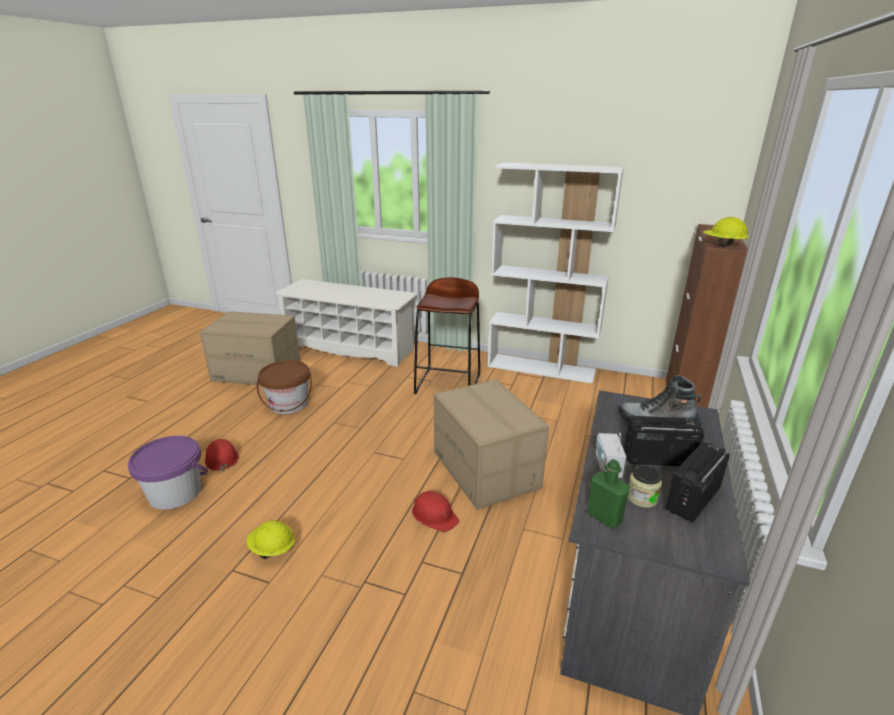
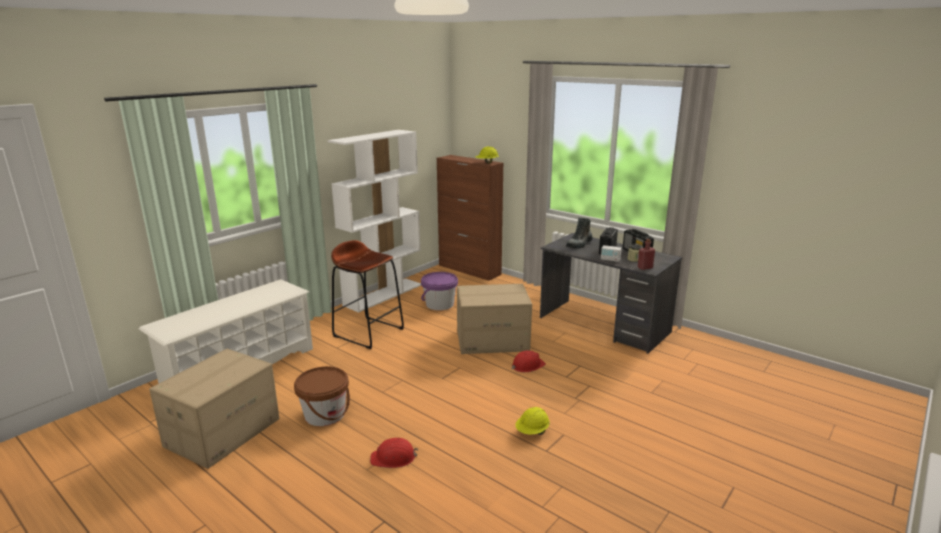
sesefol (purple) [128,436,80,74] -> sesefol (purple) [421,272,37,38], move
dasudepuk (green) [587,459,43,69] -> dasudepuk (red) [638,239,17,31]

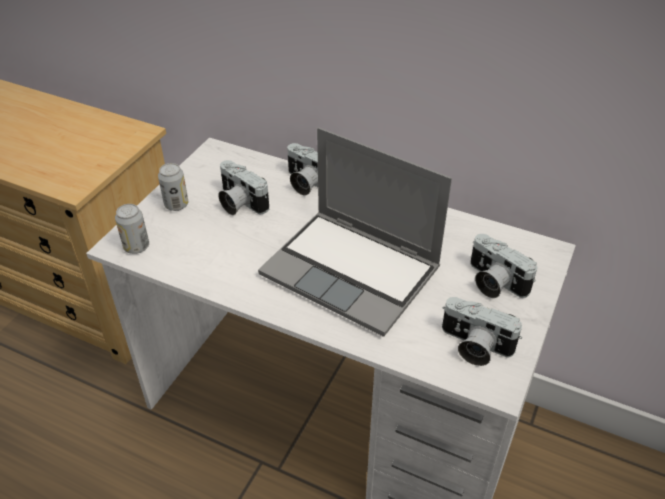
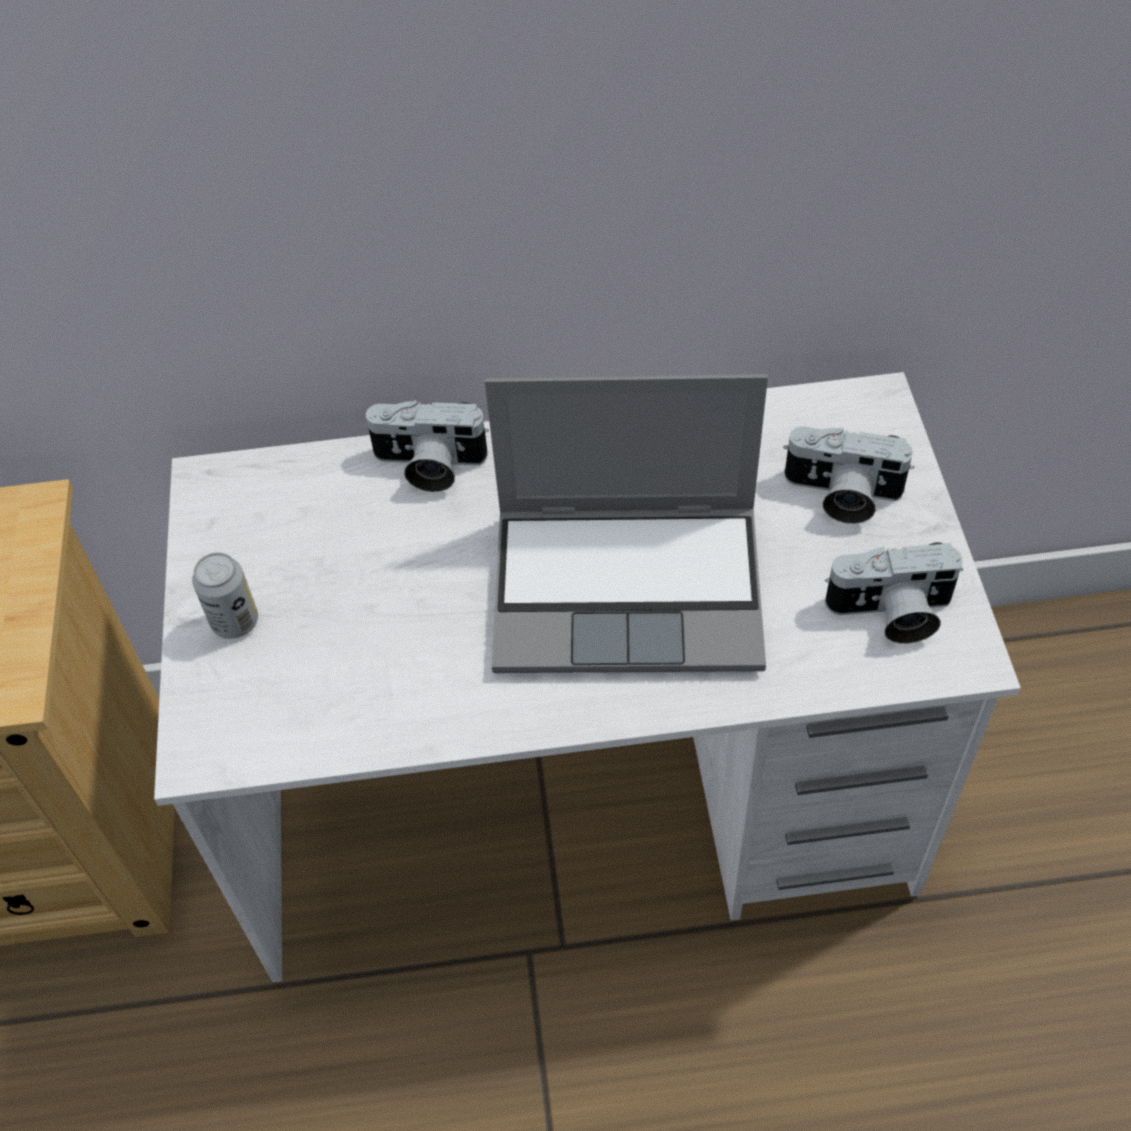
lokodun [218,160,51,55] -> none
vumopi [115,204,34,50] -> none

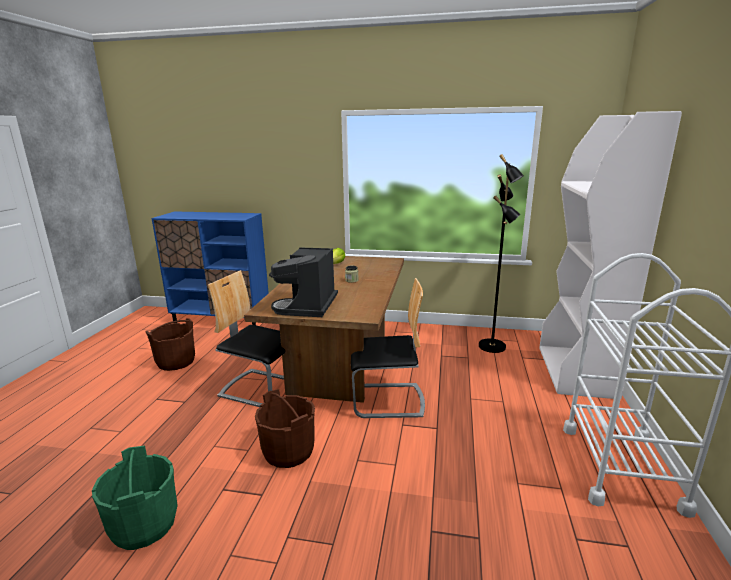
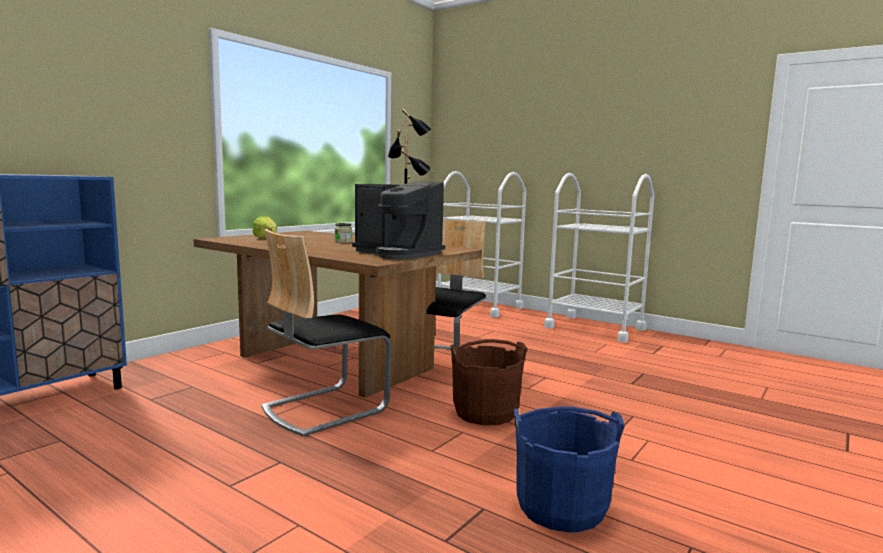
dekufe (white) [539,111,143,288] -> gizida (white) [438,171,88,146]
sesefol (brown) [145,318,50,53] -> none
sesefol (green) [92,446,86,104] -> sesefol (blue) [514,406,111,126]

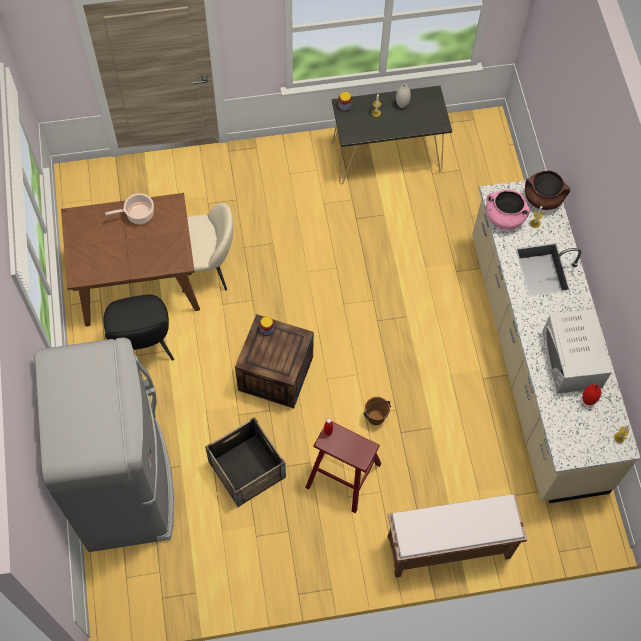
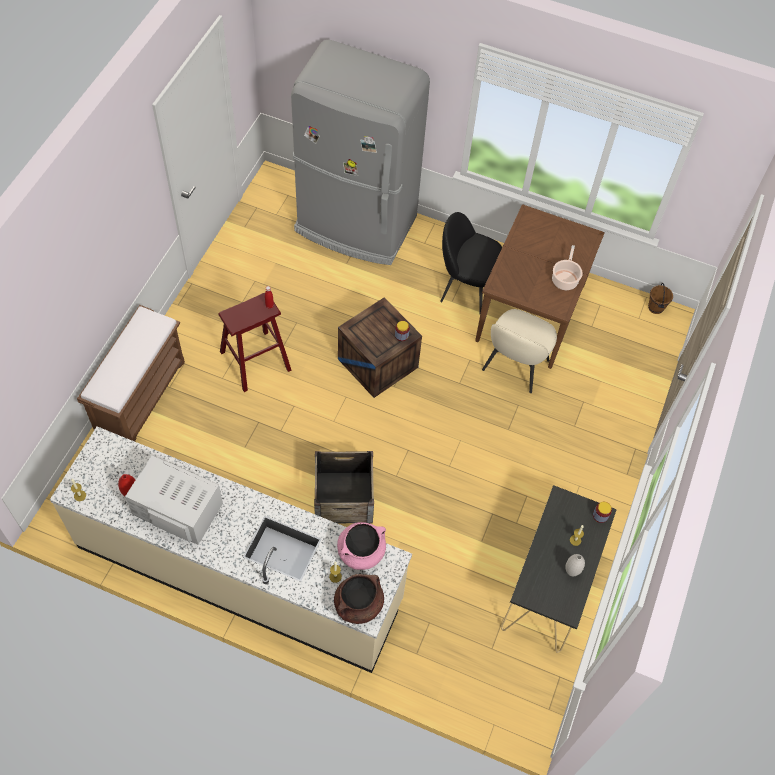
sesefol (brown) [363,397,28,28] -> sesefol (brown) [648,283,25,31], move
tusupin [205,417,81,90] -> tusupin [314,451,60,72], move

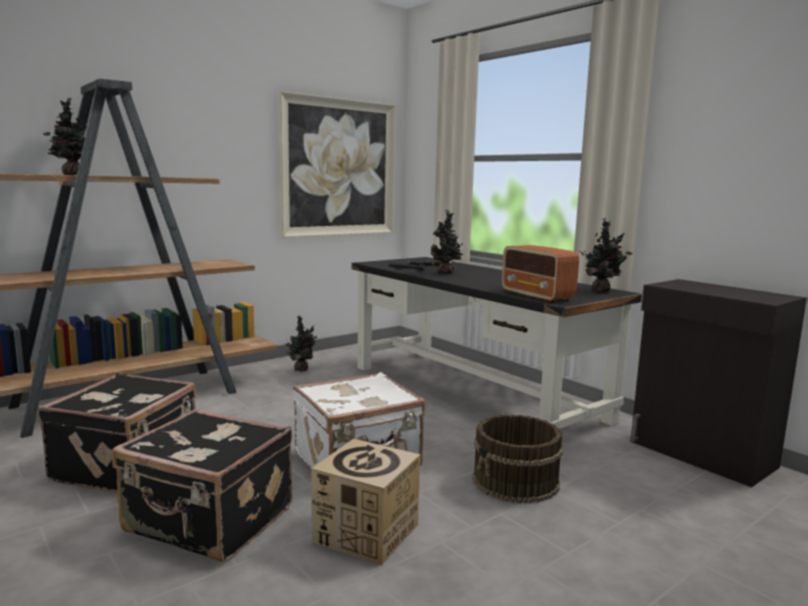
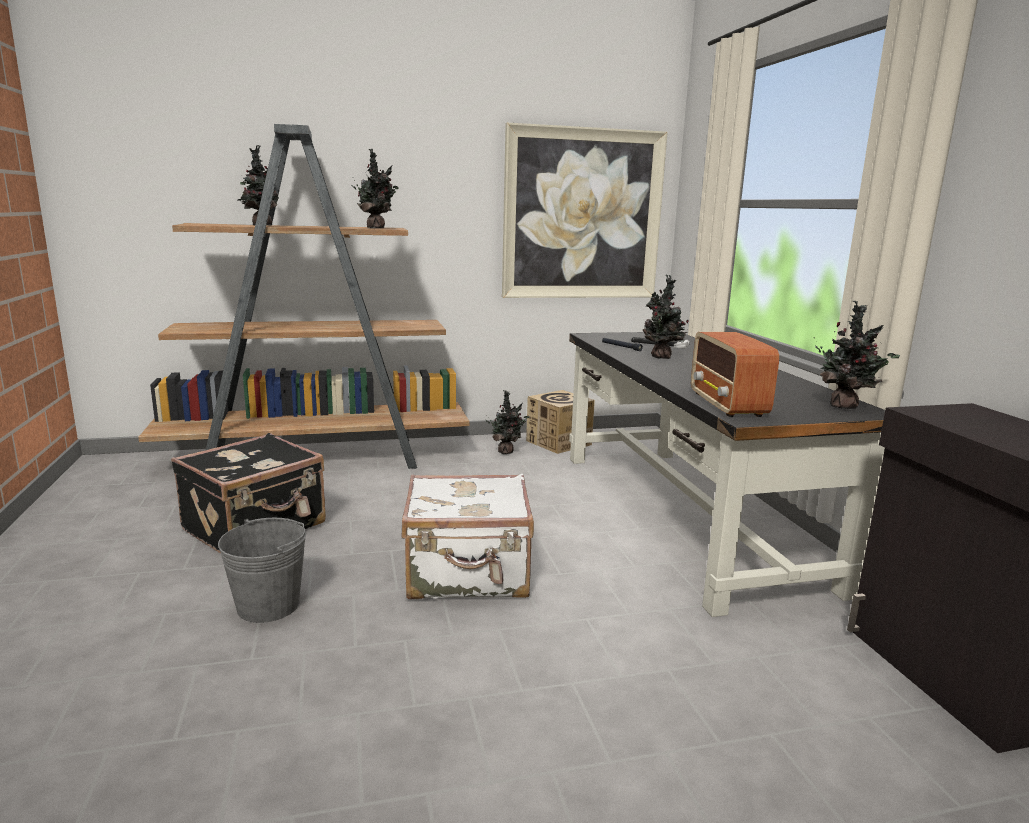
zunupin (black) [112,409,181,153] -> sesefol (grey) [218,518,88,105]
sesefol (brown) [472,414,91,90] -> none
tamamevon [311,439,109,126] -> tamamevon [526,390,69,64], move
none -> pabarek [351,149,48,79]

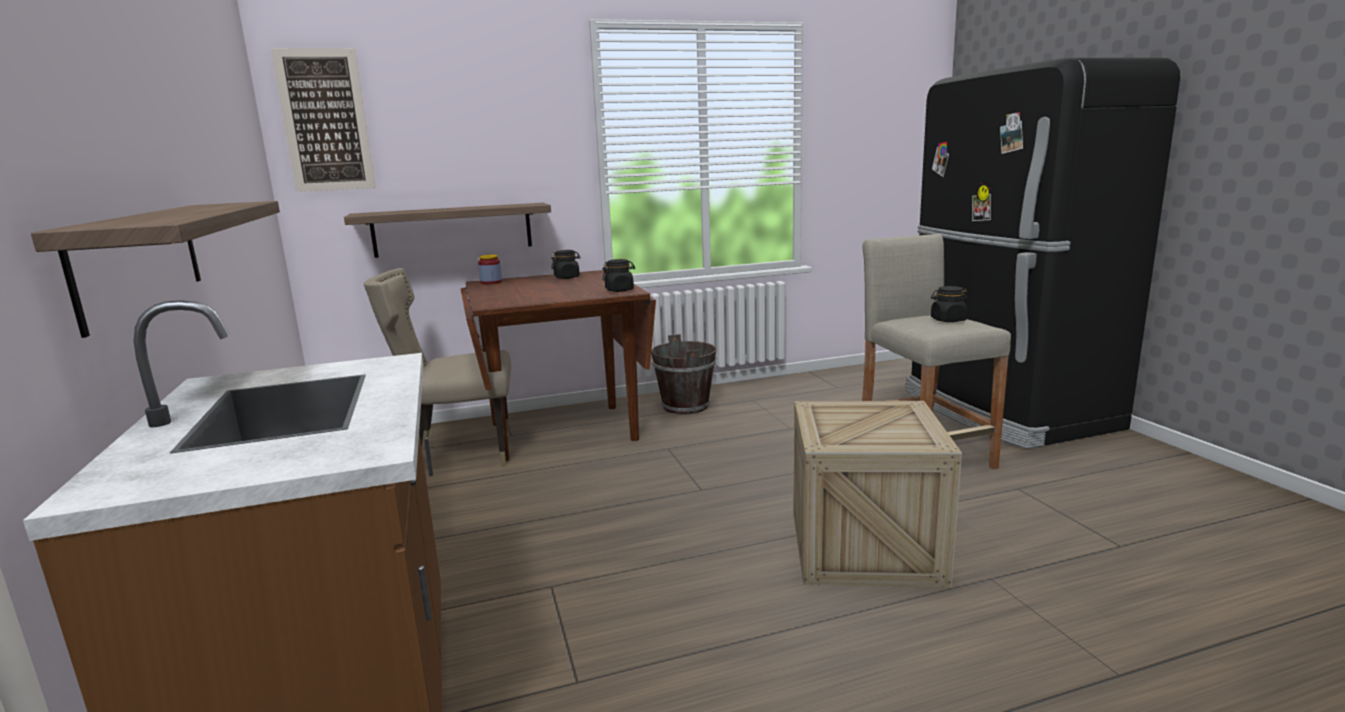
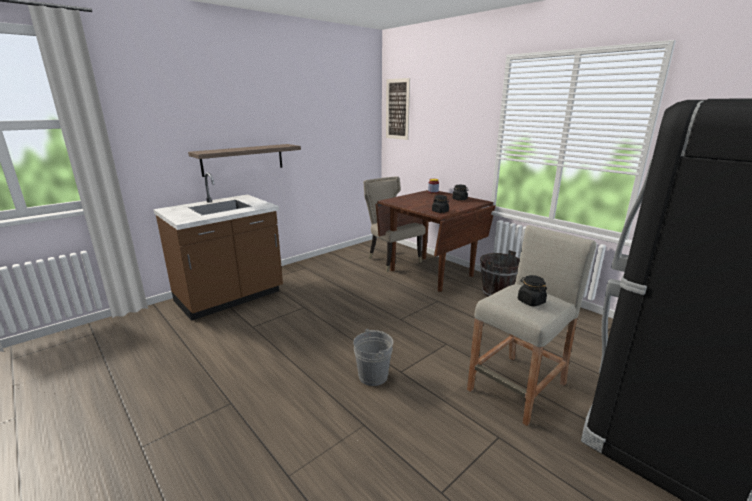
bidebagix [344,203,207,55] -> none
tusupin [793,401,169,187] -> sesefol (grey) [353,329,40,57]

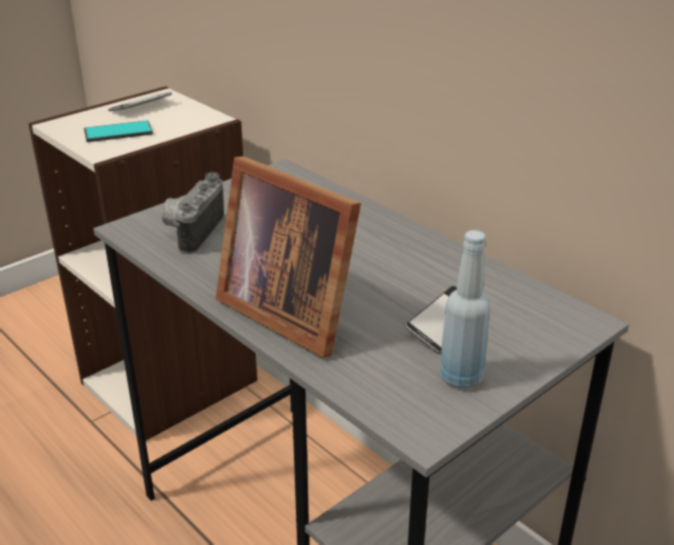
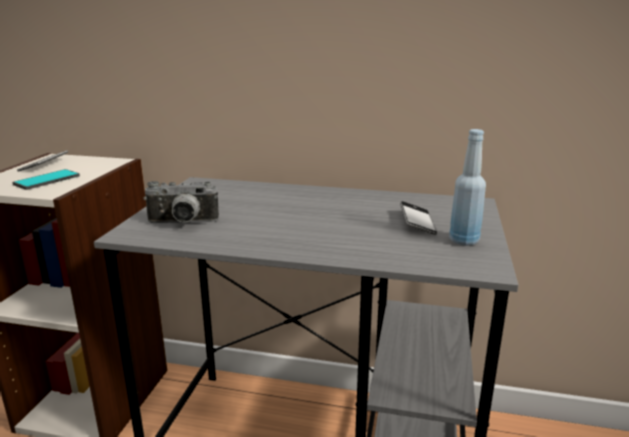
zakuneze [215,156,146,202] -> none
lokodun [162,172,62,82] -> lokodun [143,181,76,42], 75 degrees counterclockwise

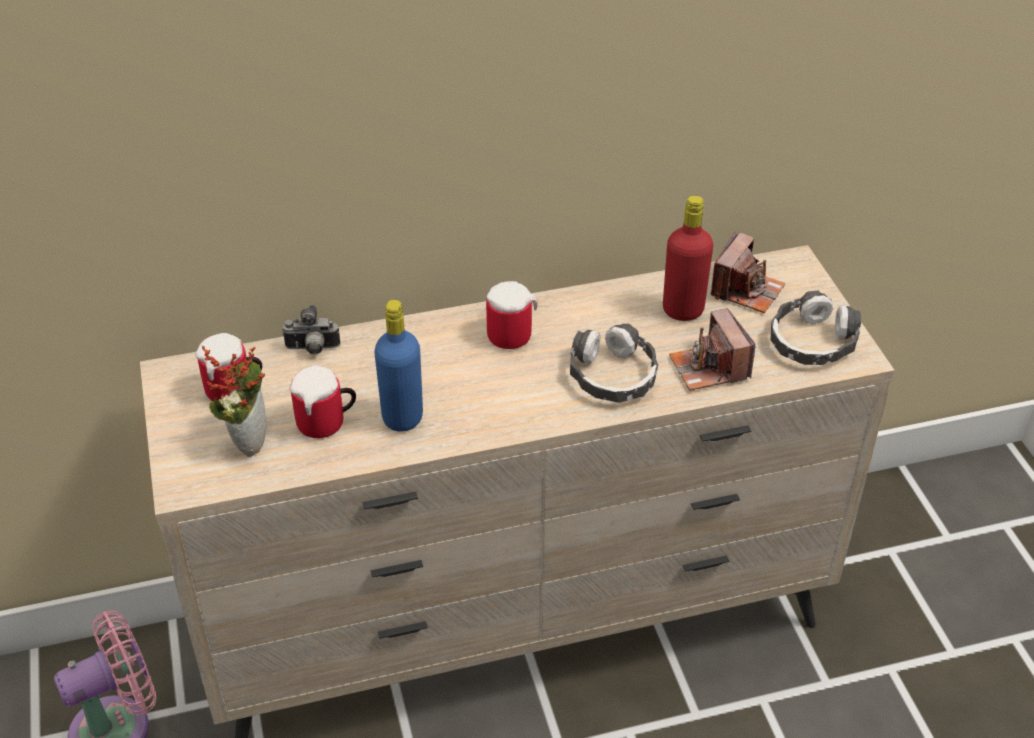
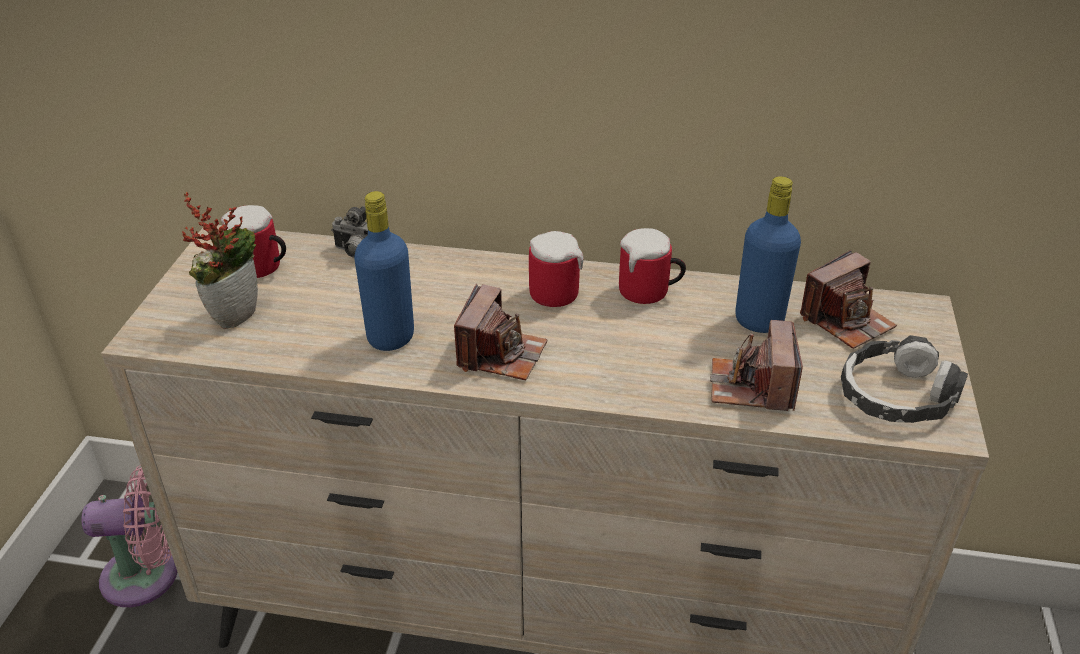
dasudepuk (red) [663,196,50,125] -> dasudepuk (blue) [735,176,66,157]
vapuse [570,324,88,79] -> none
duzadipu [290,365,66,73] -> duzadipu [619,228,67,76], move
none -> lokodun [454,284,94,96]

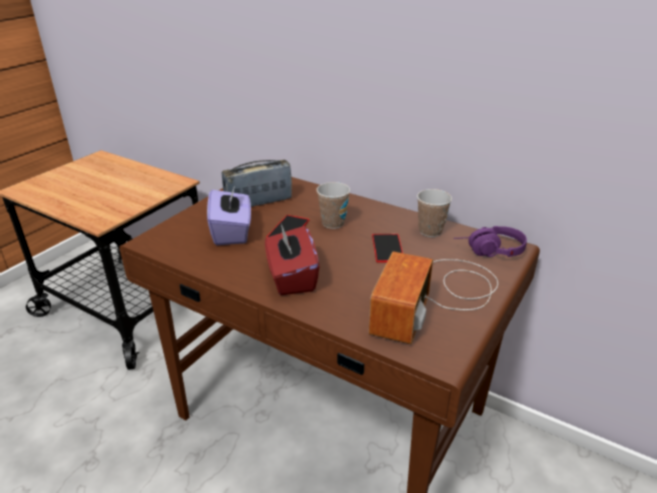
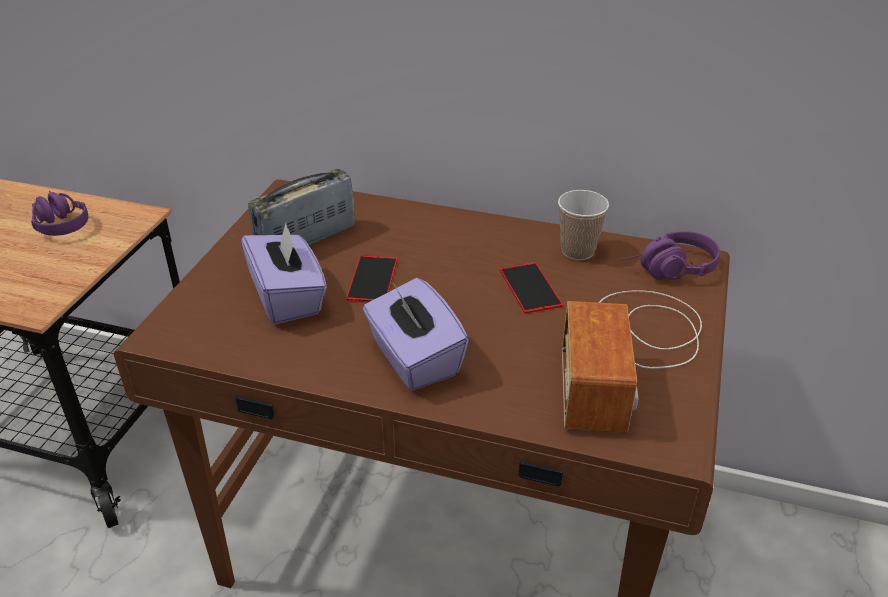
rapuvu [316,182,34,47] -> none
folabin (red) [265,224,54,71] -> folabin (purple) [363,278,106,113]
none -> vapuse (purple) [31,191,57,45]

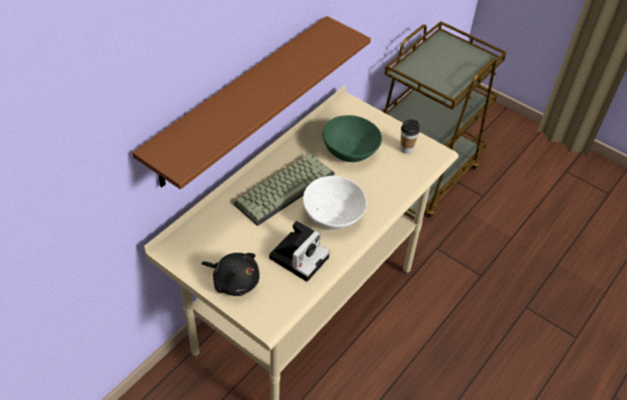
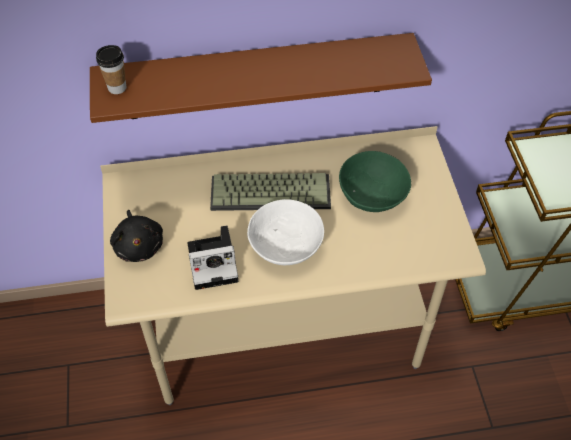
rapuvu [400,119,20,35] -> rapuvu [96,45,30,49], move

